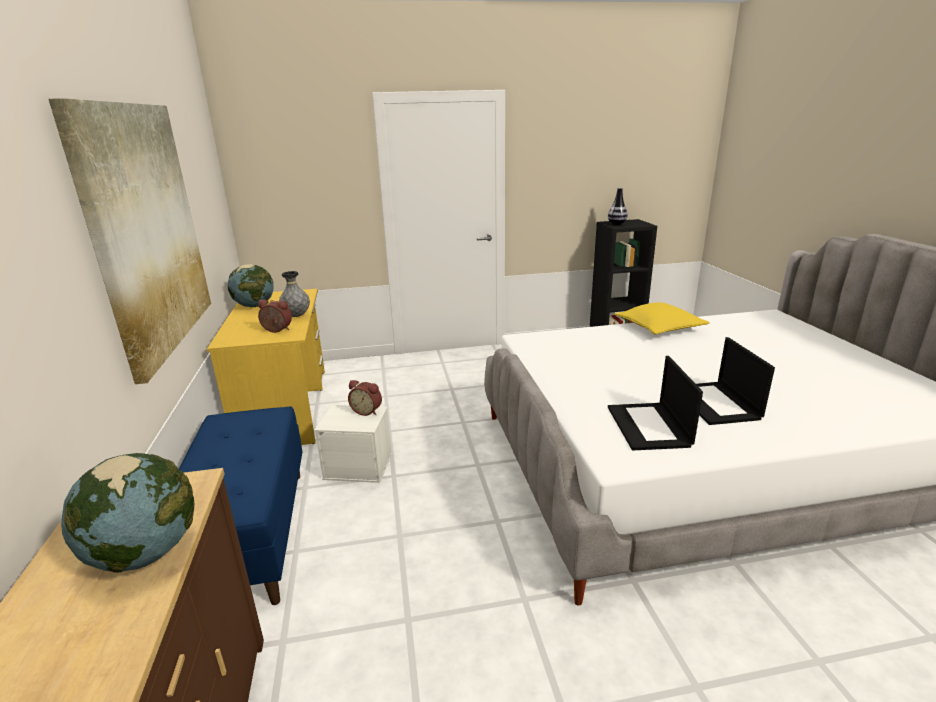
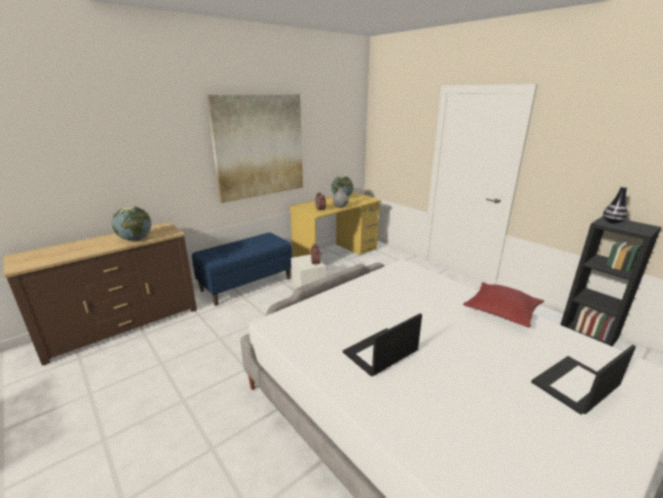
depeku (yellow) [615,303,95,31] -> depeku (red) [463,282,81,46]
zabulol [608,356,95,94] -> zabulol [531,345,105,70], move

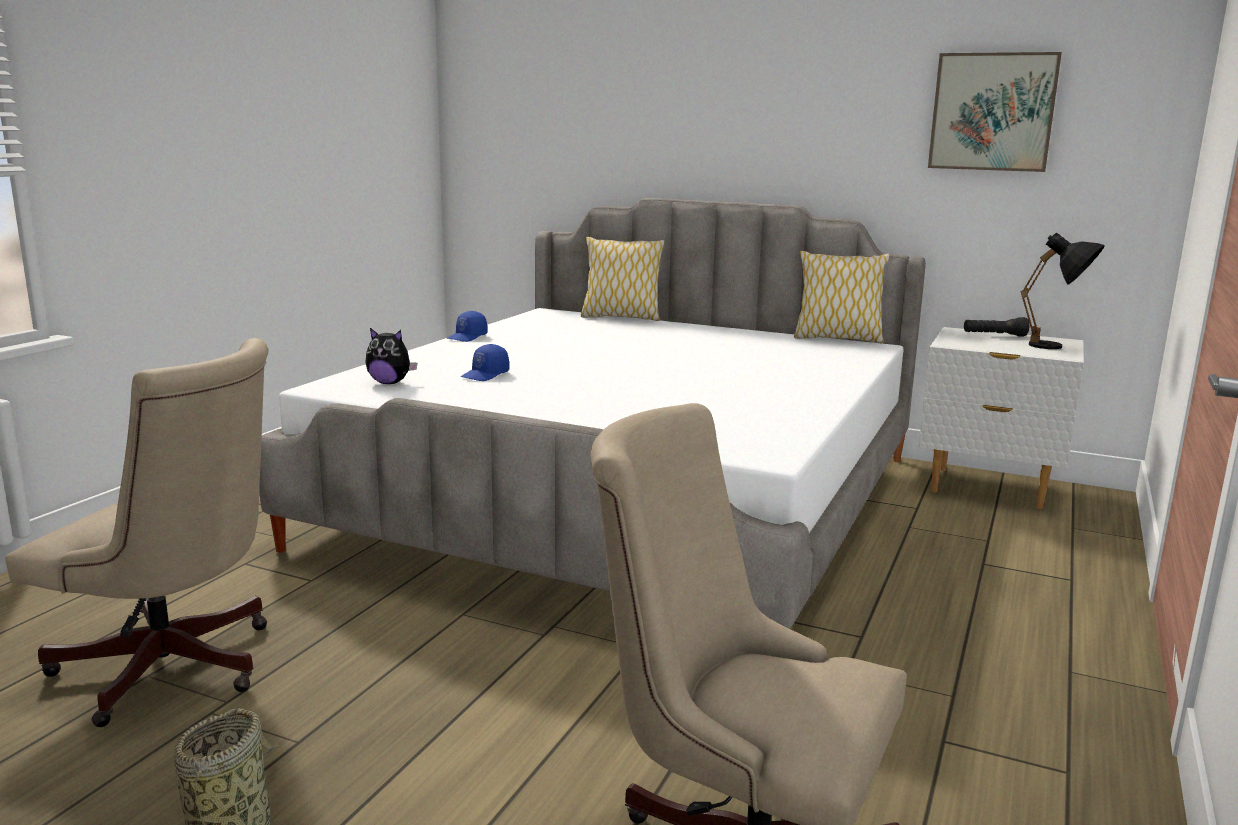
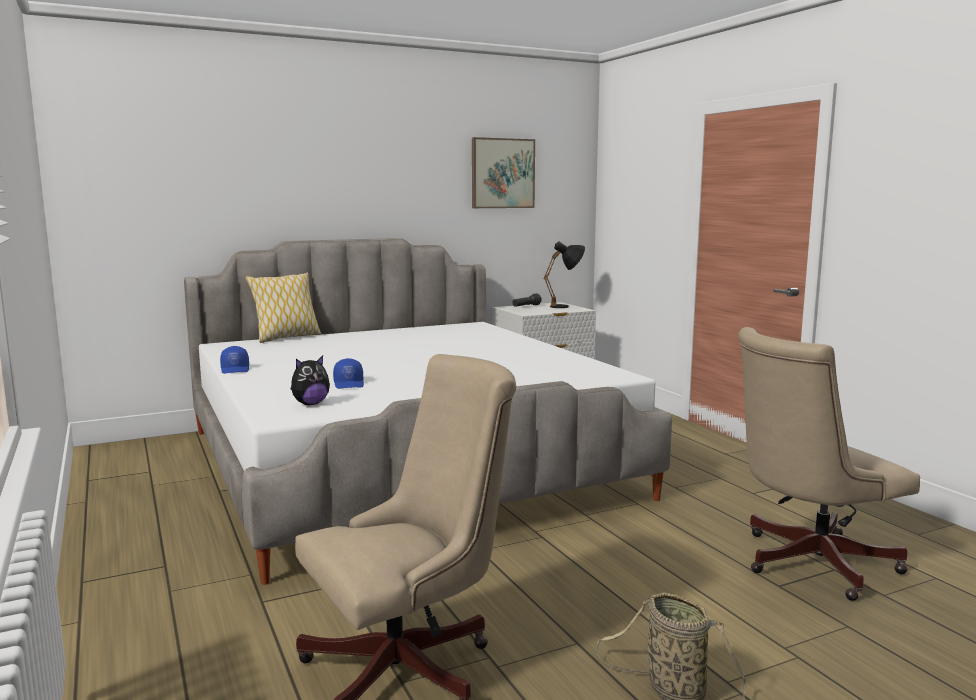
depeku [794,251,96,92] -> none

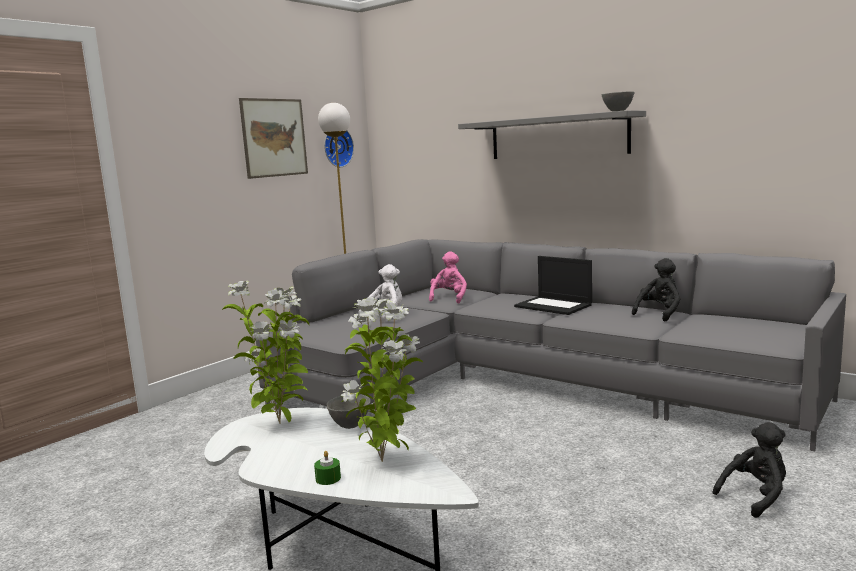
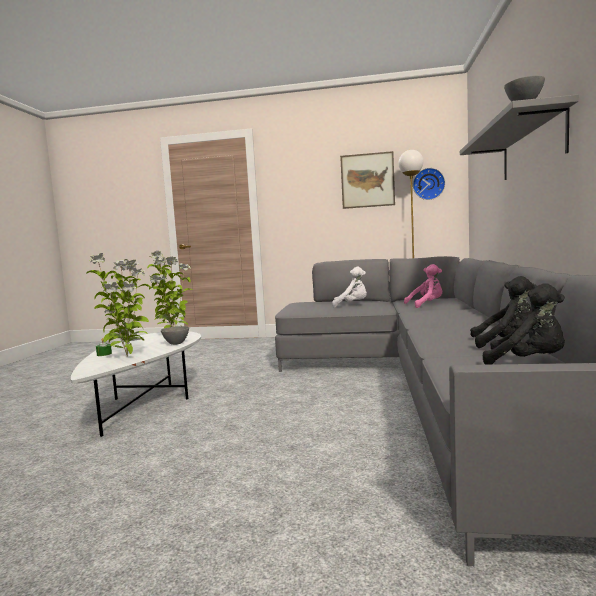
zabulol [514,256,78,59] -> none
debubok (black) [713,422,73,96] -> debubok (black) [483,283,82,82], move

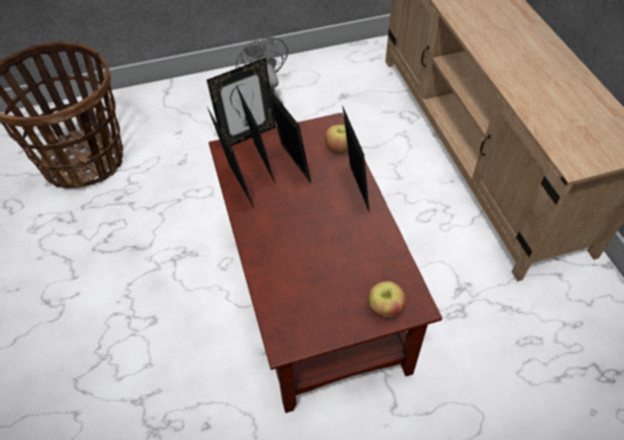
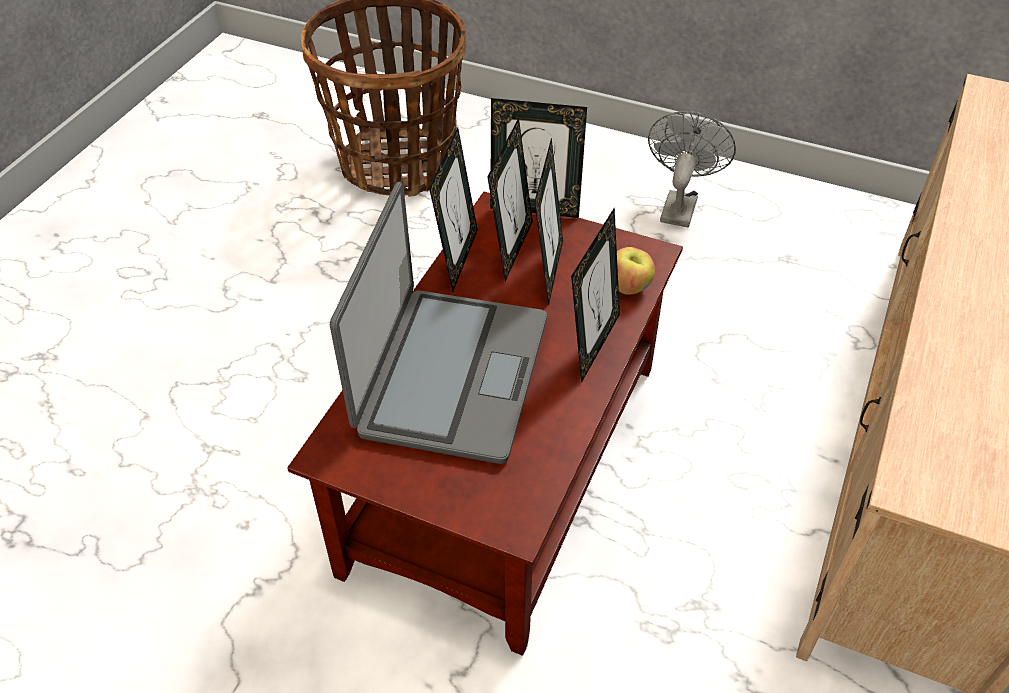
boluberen [369,281,37,37] -> none
none -> zabulol [330,182,217,282]

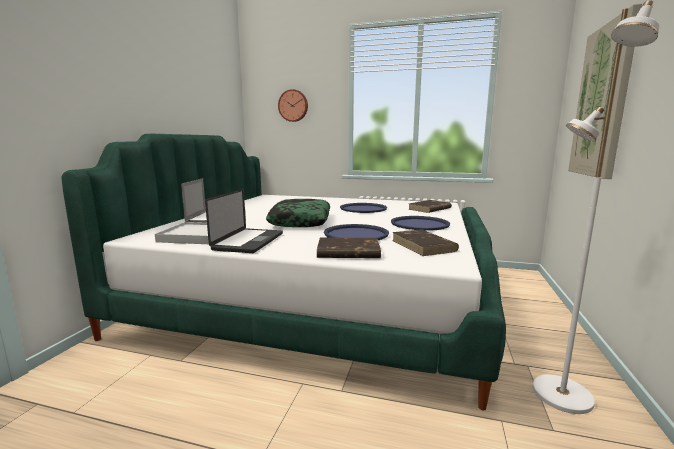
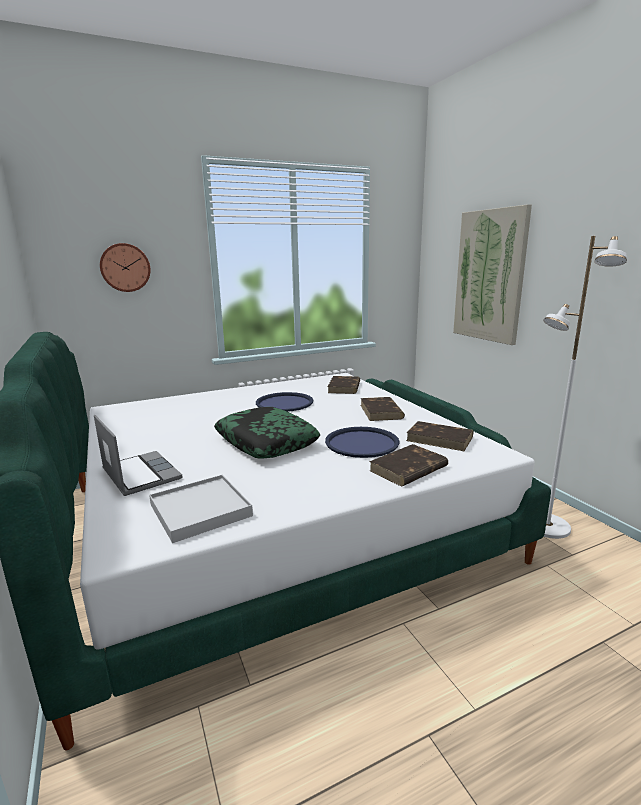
zabulol [205,189,78,64] -> none
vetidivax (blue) [391,216,59,15] -> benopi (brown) [360,397,45,24]

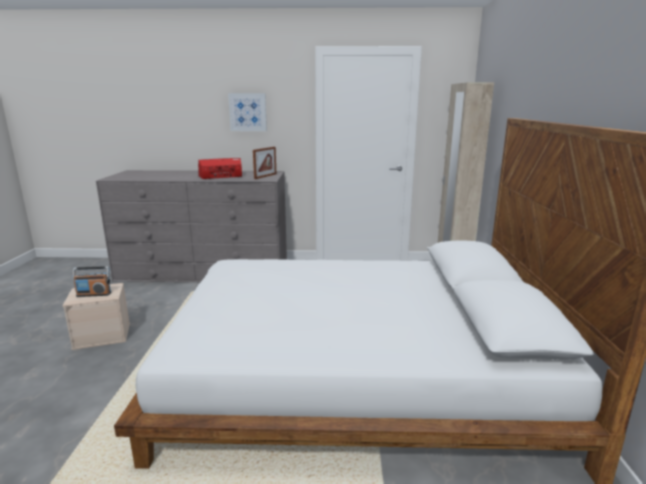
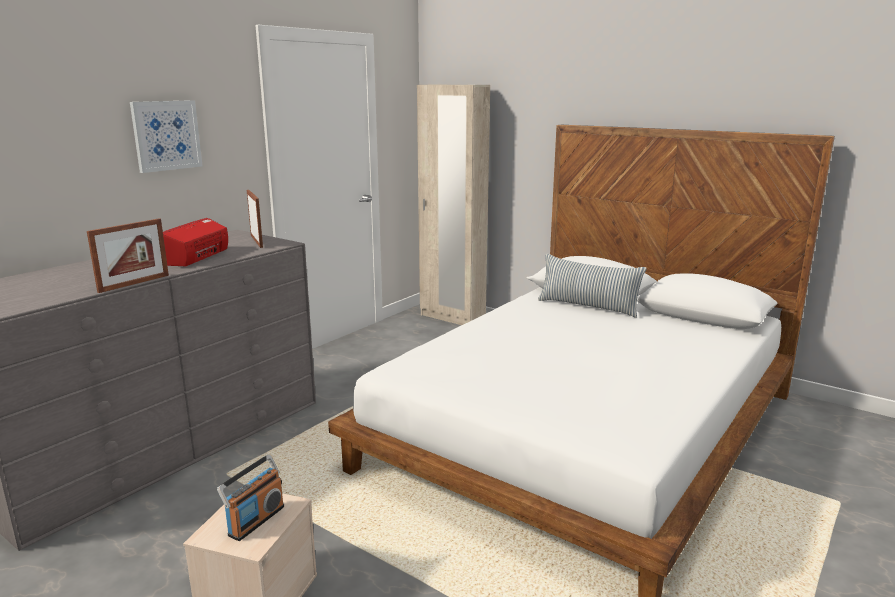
none -> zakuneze [87,218,82,75]
none -> depeku [538,254,109,64]

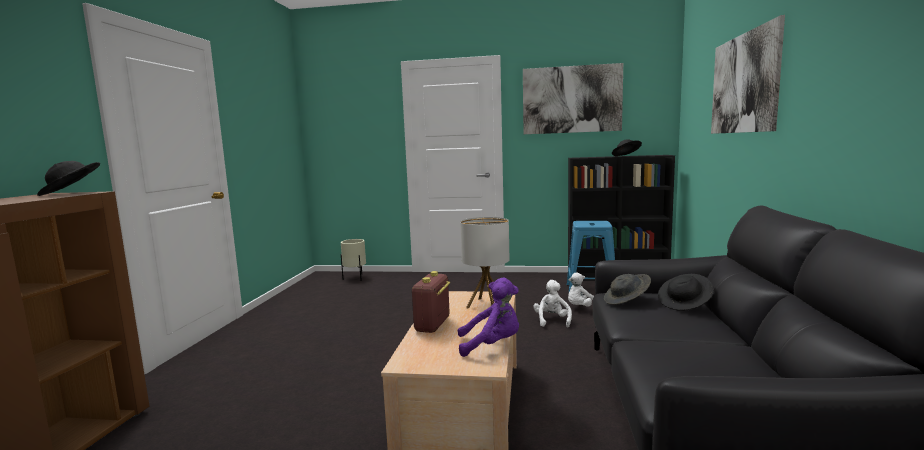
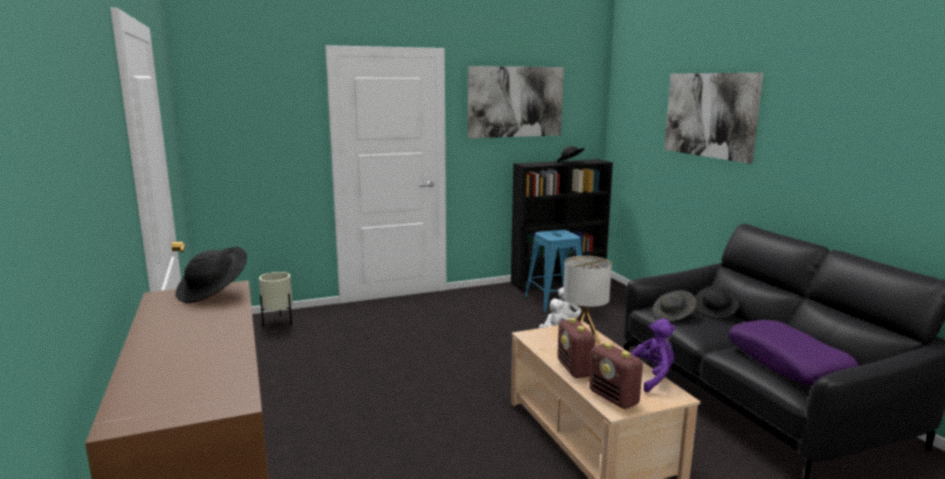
none -> depeku (purple) [728,320,131,65]
none -> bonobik [589,343,54,66]

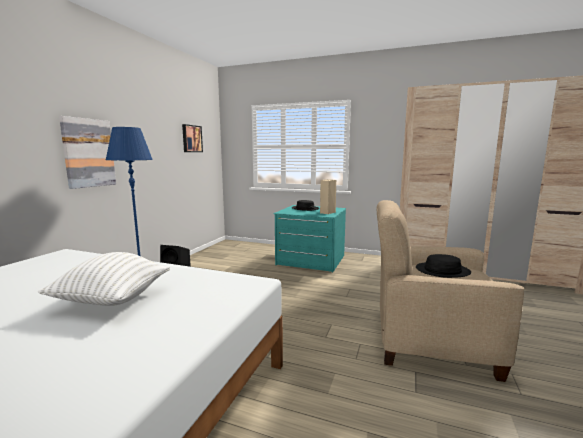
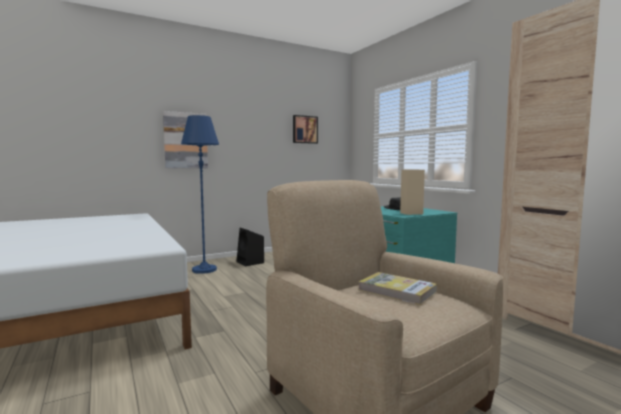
depeku (white) [38,252,133,54] -> none
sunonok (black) [416,254,55,24] -> benopi [358,272,79,33]

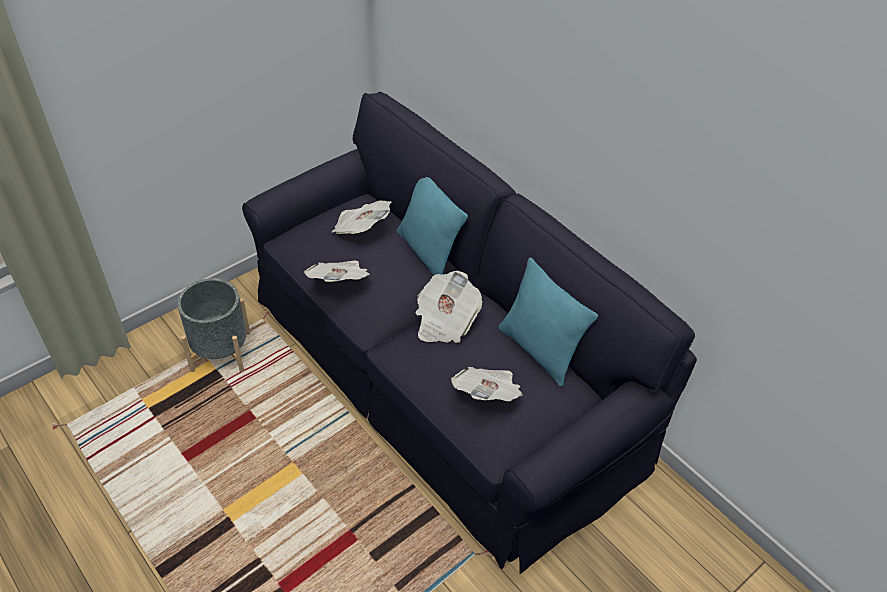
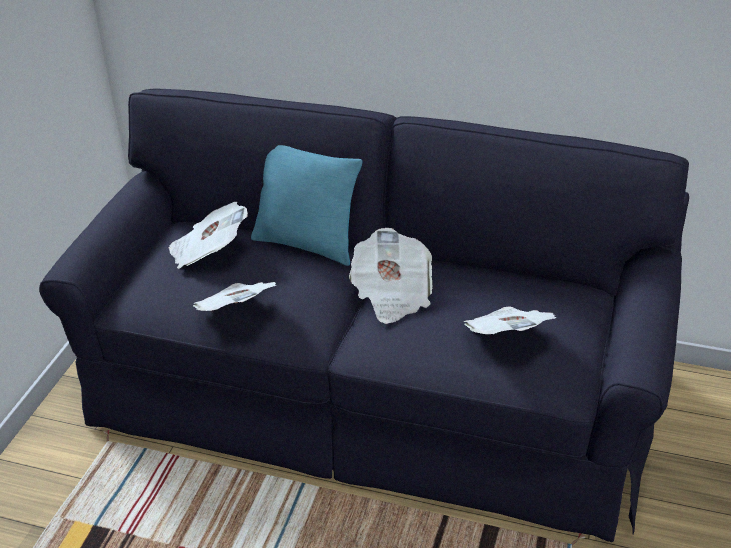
depeku (turquoise) [498,258,100,129] -> none
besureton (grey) [177,278,73,94] -> none

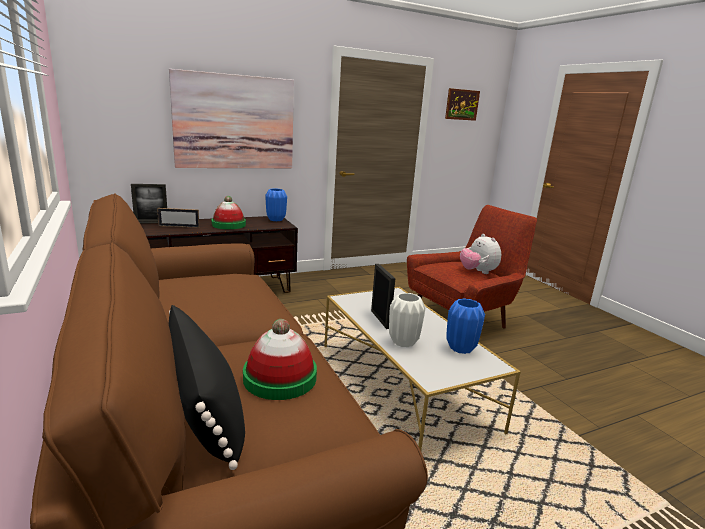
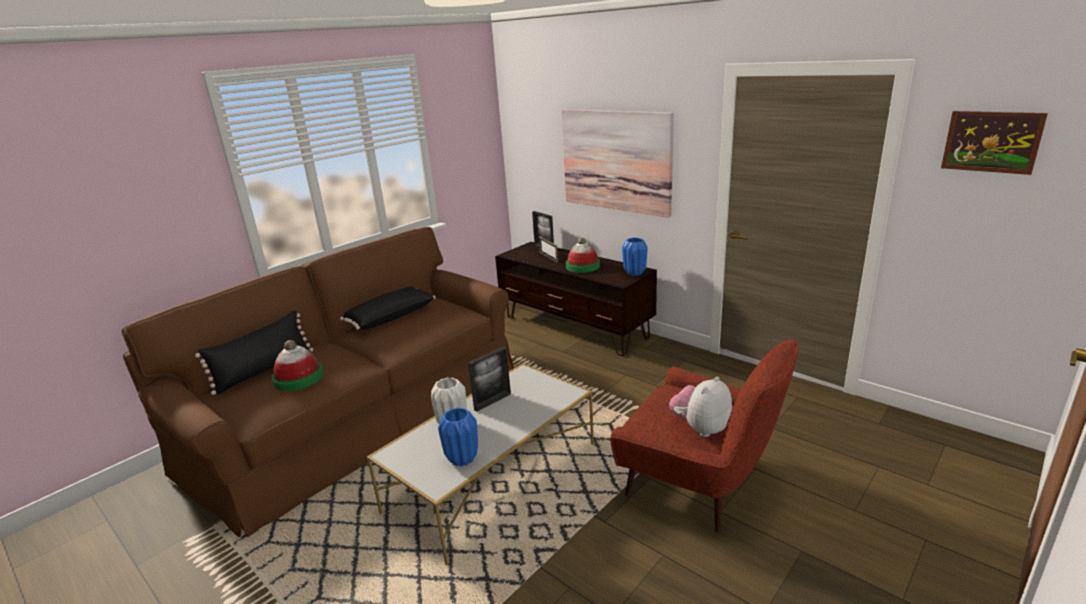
none -> depeku (black) [340,287,96,43]

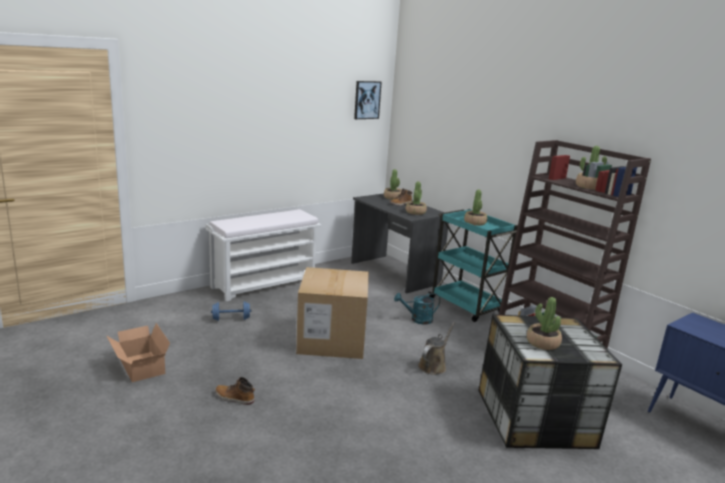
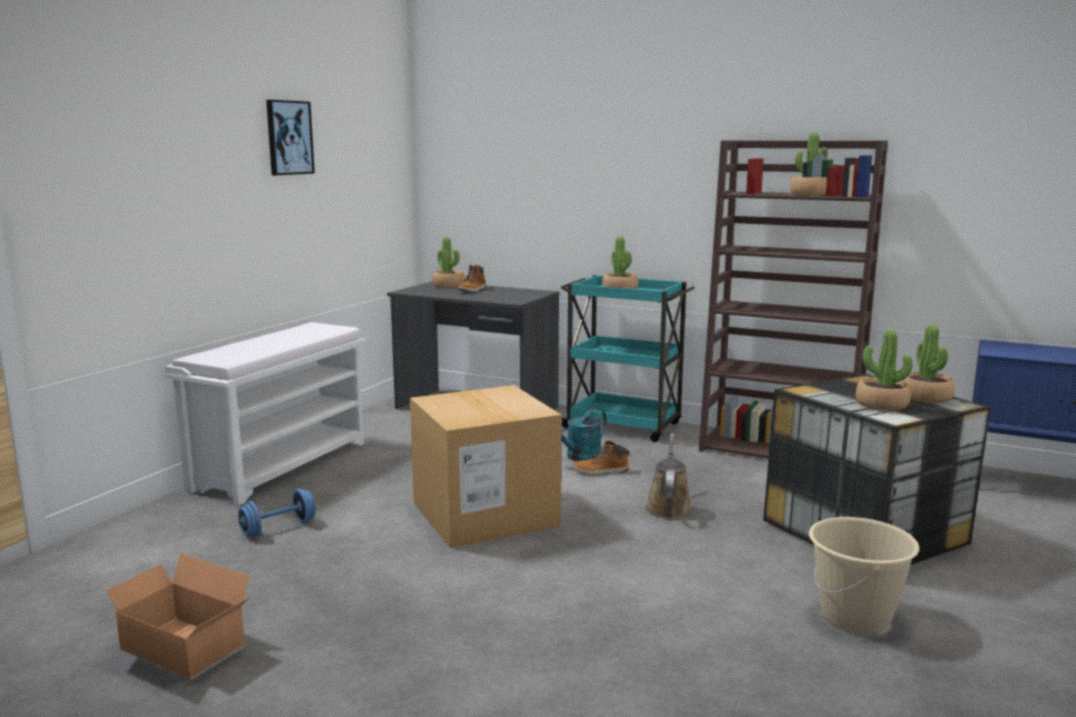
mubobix [354,81,28,38] -> mubobix [266,100,49,75], move
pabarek [406,181,21,34] -> pabarek [902,324,53,80], move
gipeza [215,377,40,28] -> gipeza [573,441,56,34], move
none -> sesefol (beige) [809,517,111,117]

